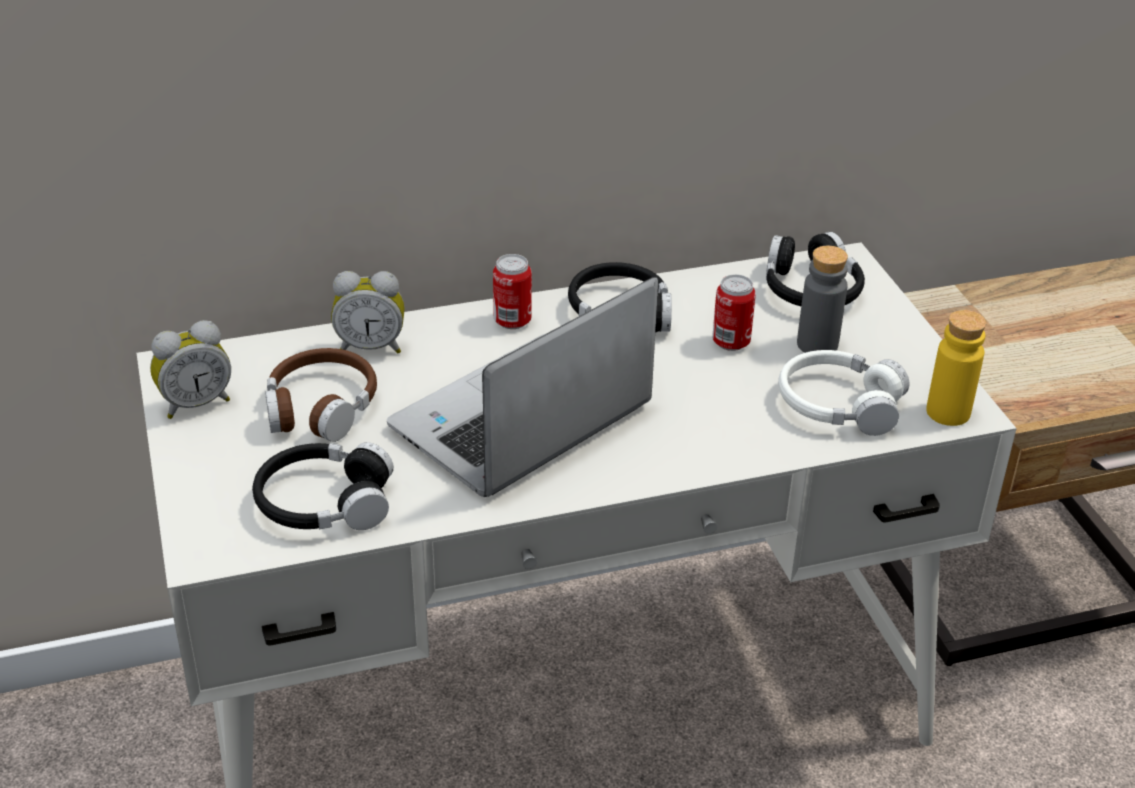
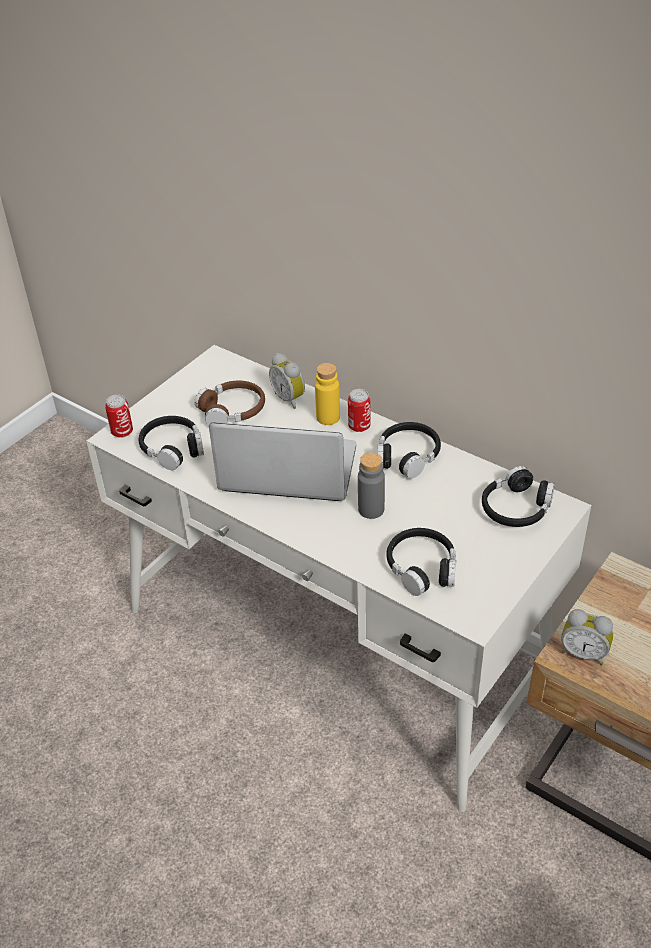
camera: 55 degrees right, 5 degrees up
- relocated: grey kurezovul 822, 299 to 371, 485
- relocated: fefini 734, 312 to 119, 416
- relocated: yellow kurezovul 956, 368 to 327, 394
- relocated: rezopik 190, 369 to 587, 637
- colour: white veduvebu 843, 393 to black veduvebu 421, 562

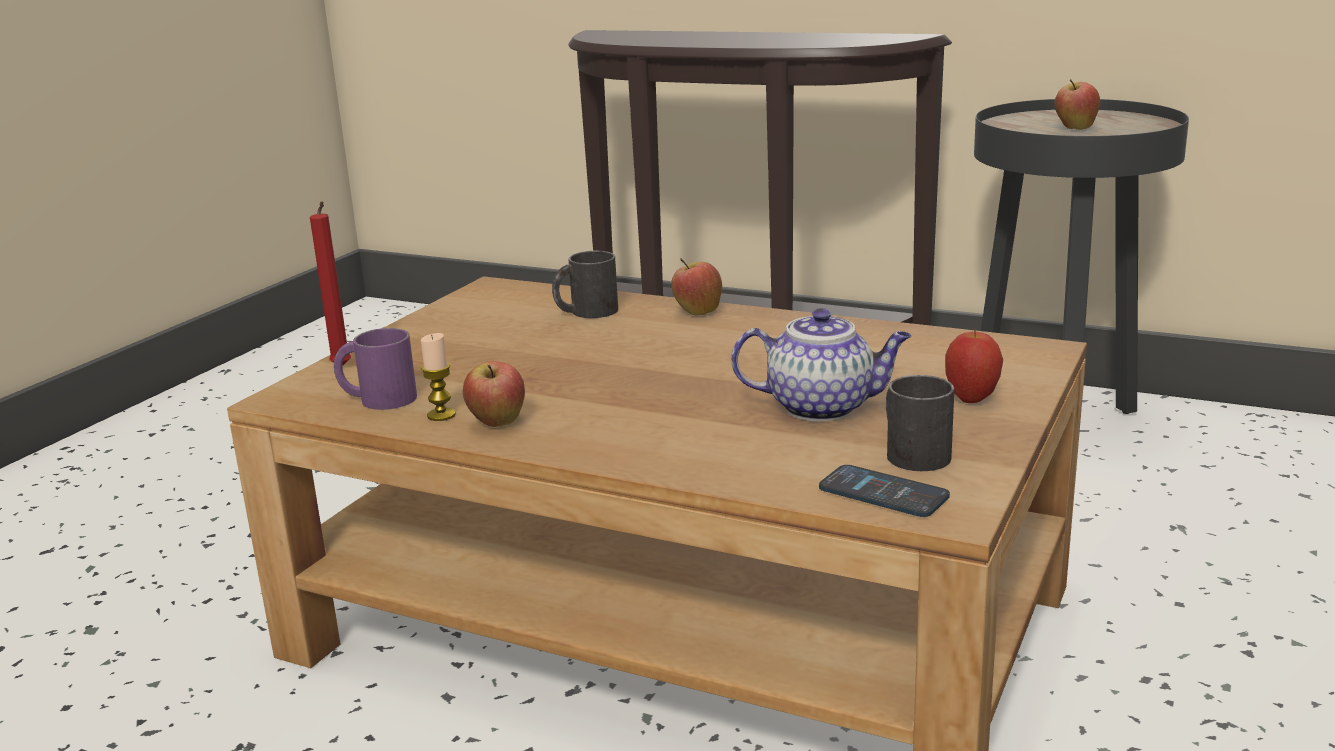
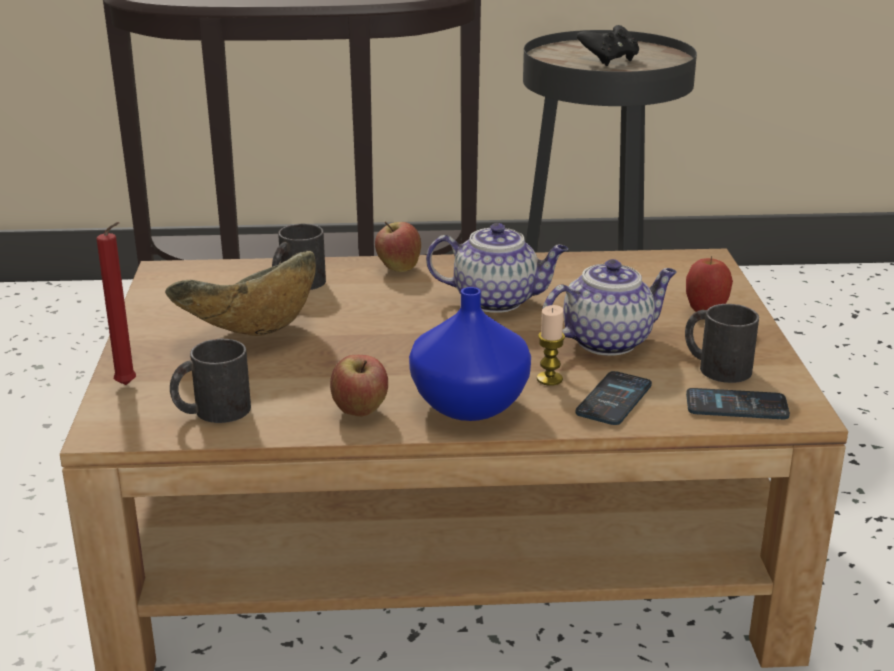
camera: 30 degrees left, 5 degrees up
- exchanged: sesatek 1077, 104 to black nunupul 608, 45
- colour: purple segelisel 375, 369 to black segelisel 210, 381
- relocated: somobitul 438, 377 to 551, 345
- appeared: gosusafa 497, 268
- appeared: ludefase 240, 293
- appeared: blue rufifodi 470, 354
- appeared: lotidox 613, 398

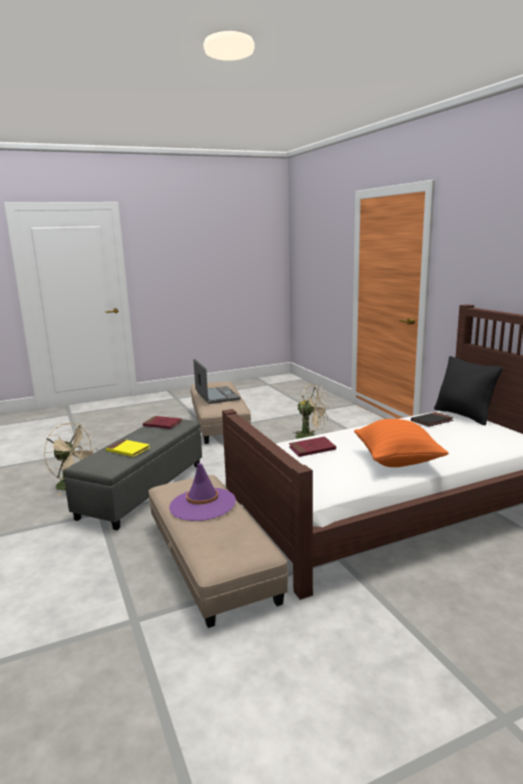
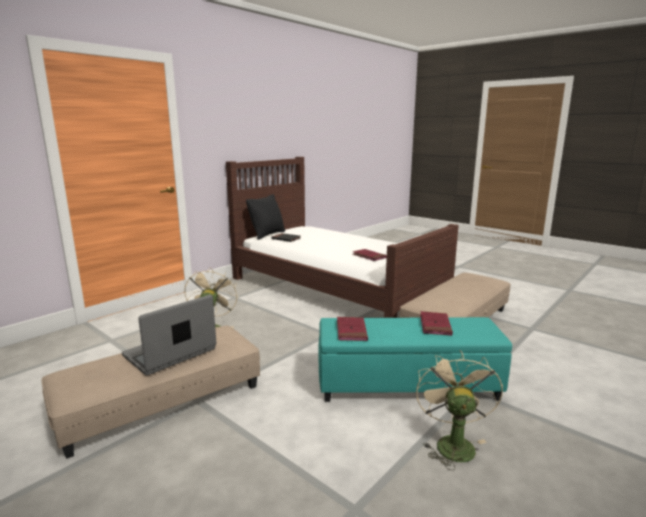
camera: 115 degrees left, 0 degrees up
- colour: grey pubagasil 133, 474 to turquoise pubagasil 415, 359
- missing: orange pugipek 401, 443
- colour: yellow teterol 128, 448 to red teterol 436, 323
- missing: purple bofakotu 202, 492

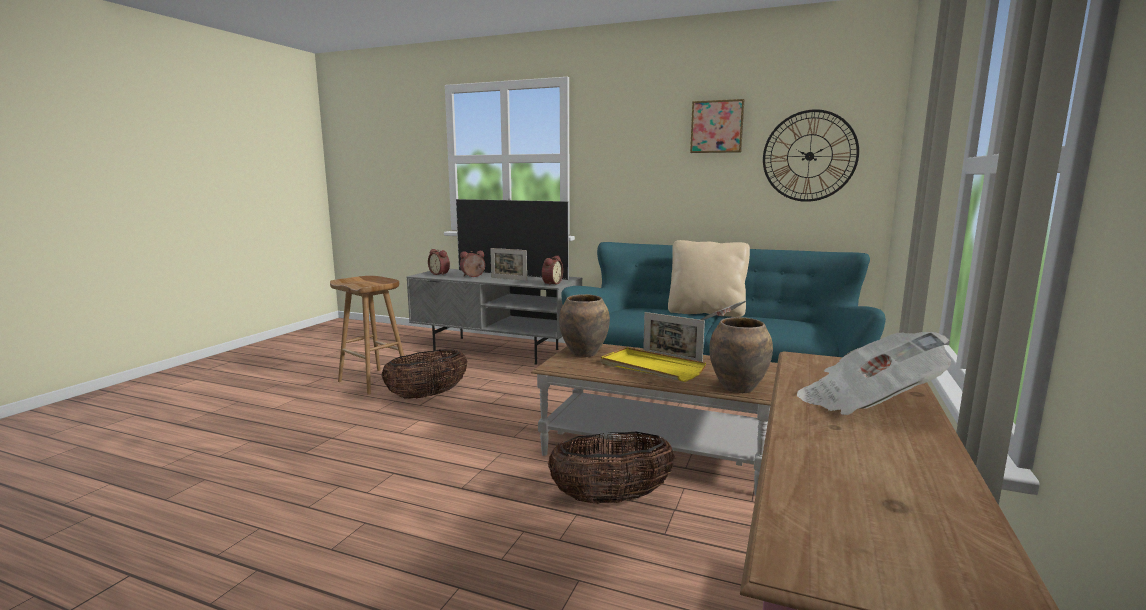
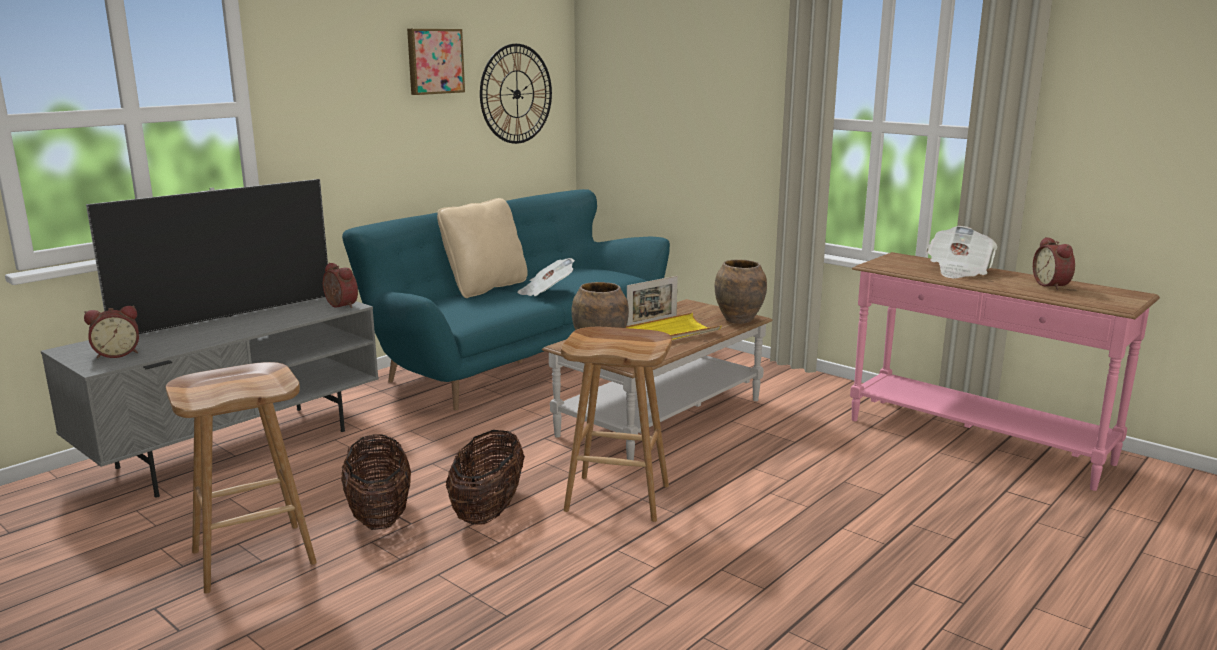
camera: 70 degrees left, 5 degrees up
- missing: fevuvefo 508, 264
- relocated: rezopik 472, 264 to 1054, 263
- relocated: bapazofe 611, 468 to 485, 477
- appeared: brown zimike 616, 424

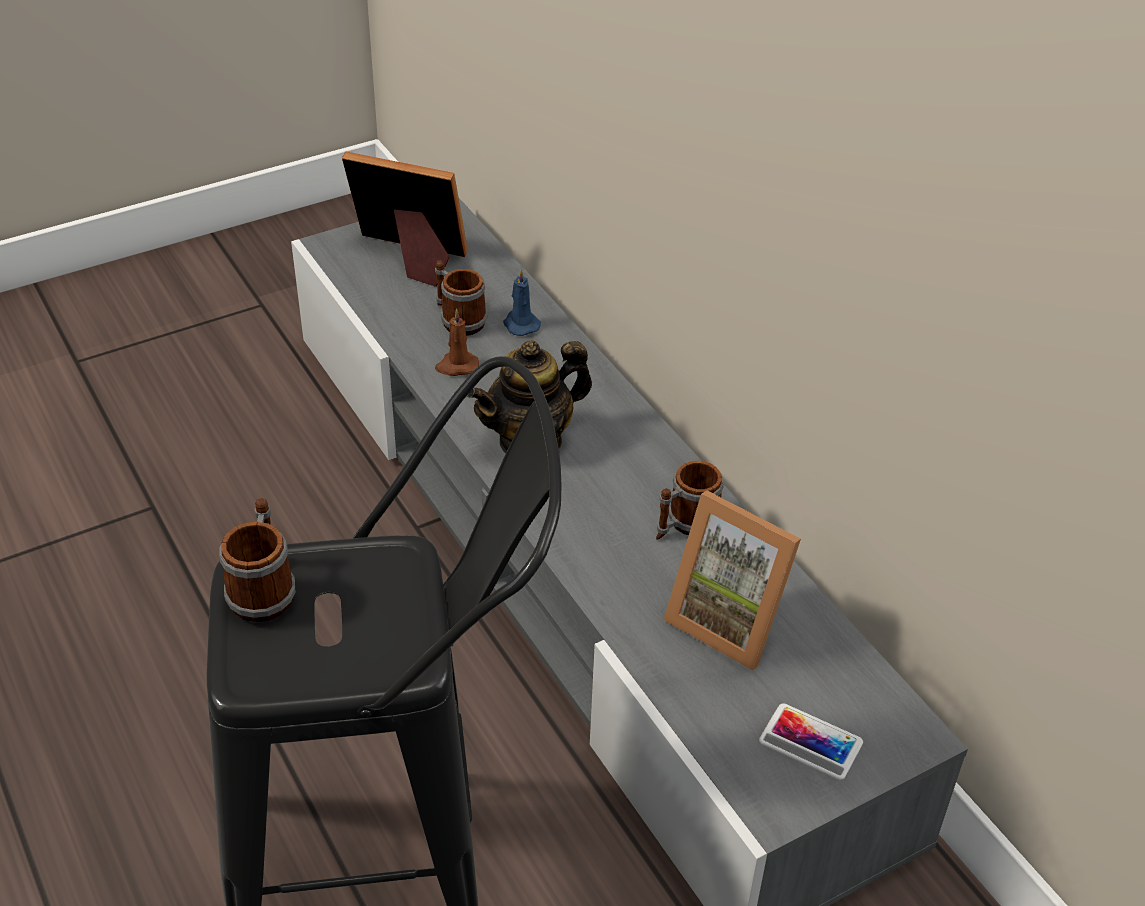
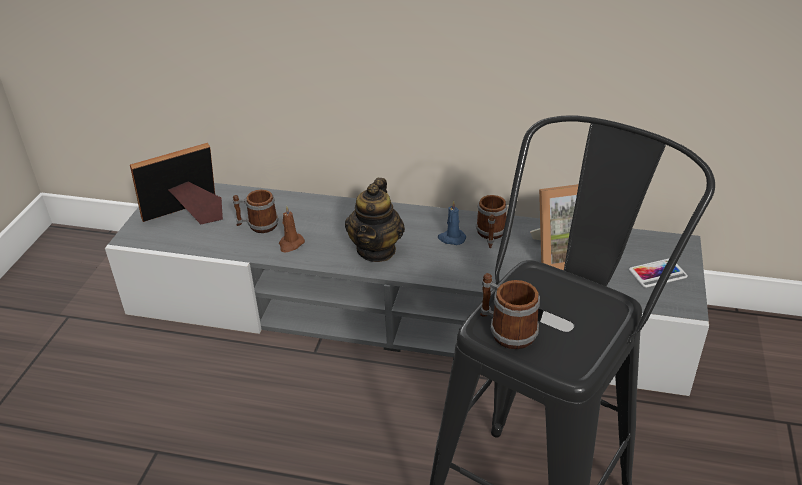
camera: 45 degrees left, 5 degrees down
- relocated: blue somobitul 522, 302 to 452, 222

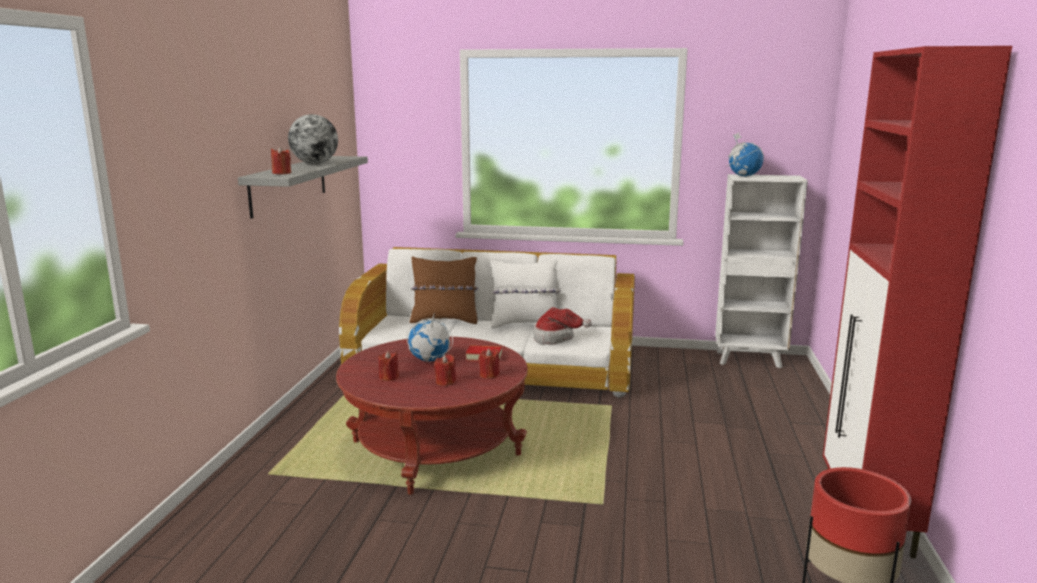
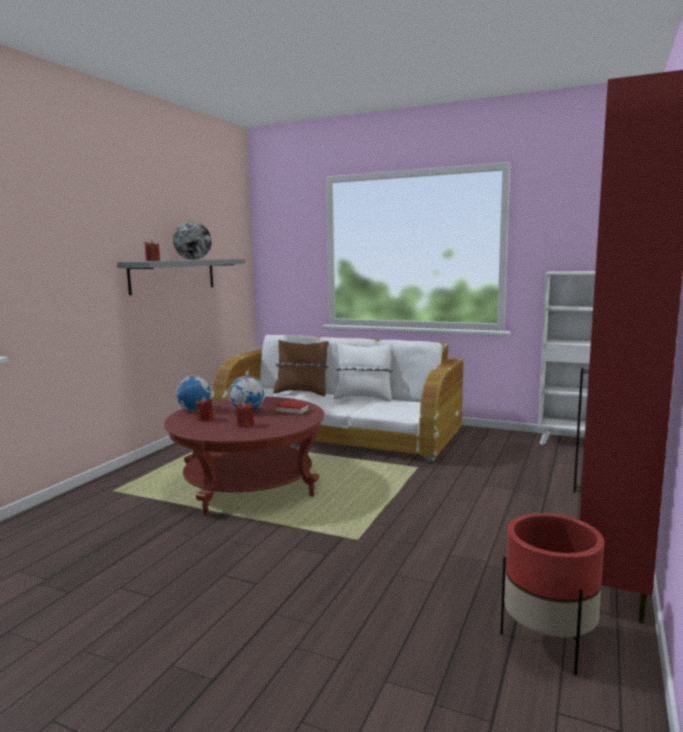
camera: 15 degrees right, 5 degrees down
- relocated: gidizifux 745, 154 to 192, 389
- missing: bofakotu 562, 326
- missing: red somobitul 489, 364

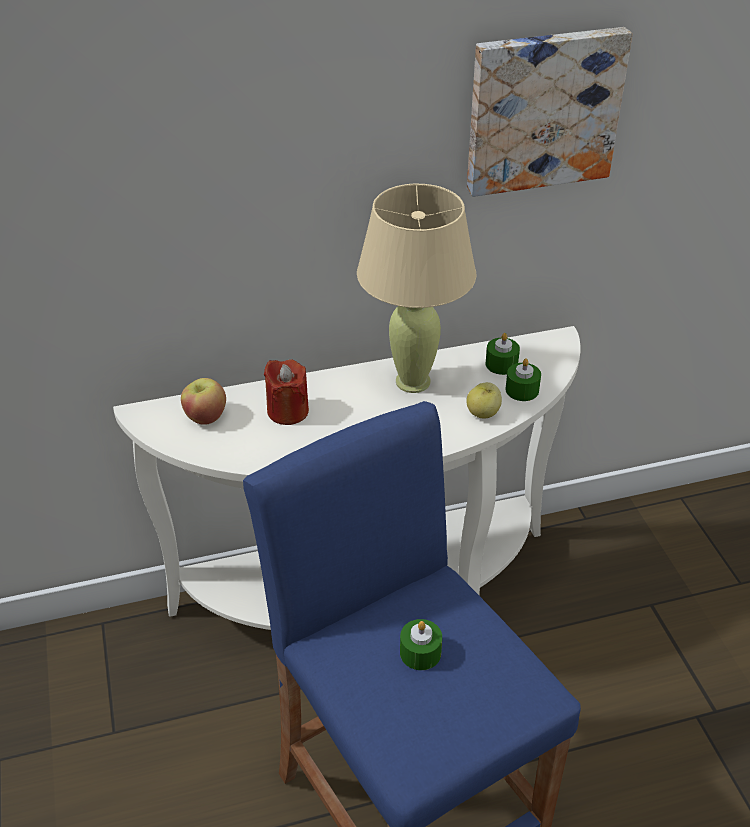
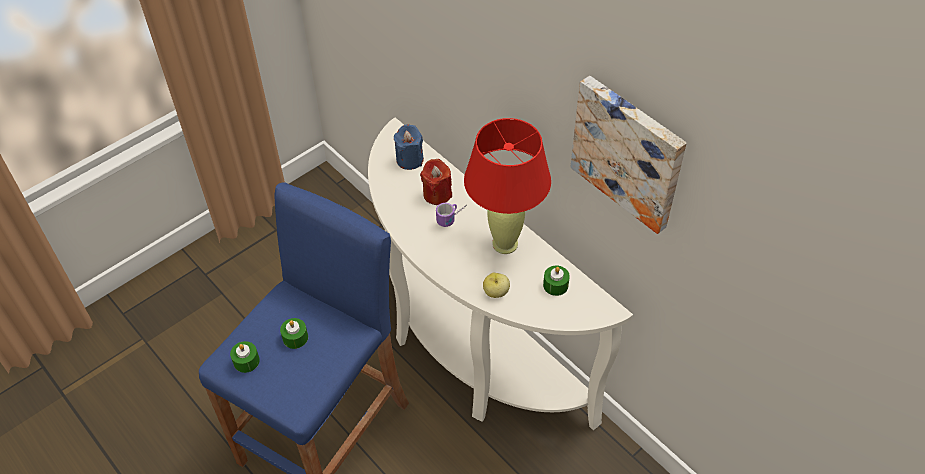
camera: 65 degrees right, 10 degrees up
- colour: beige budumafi 416, 288 to red budumafi 507, 186
- relocated: green somobitul 523, 380 to 245, 357
- exchanged: sesatek 203, 401 to blue somobitul 409, 147
- appeared: segelisel 451, 215

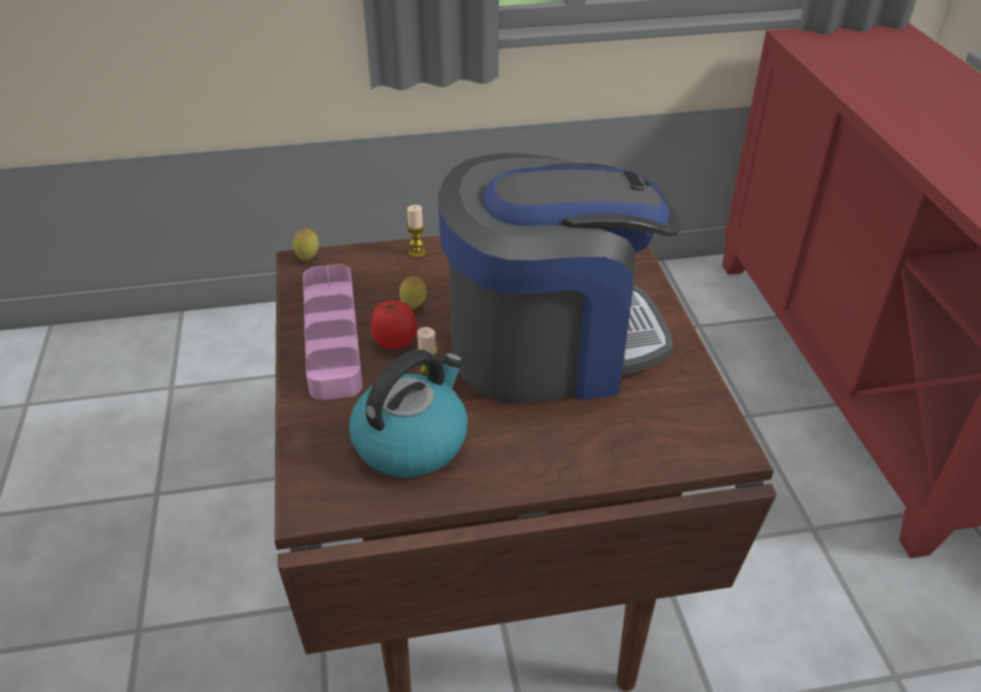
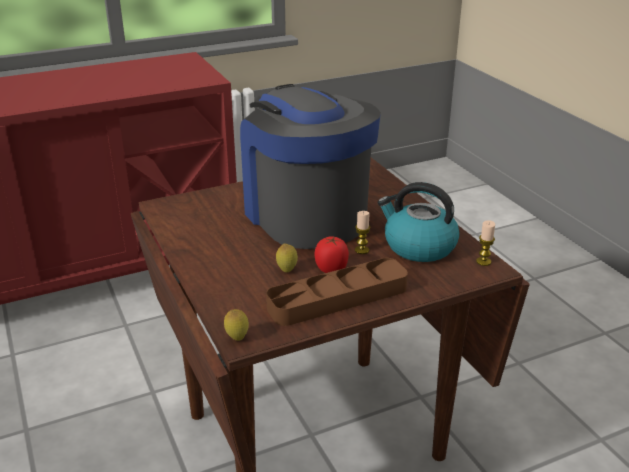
camera: 105 degrees left, 10 degrees down
- relocated: somobitul 416, 231 to 485, 243
- colour: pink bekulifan 333, 332 to brown bekulifan 337, 292

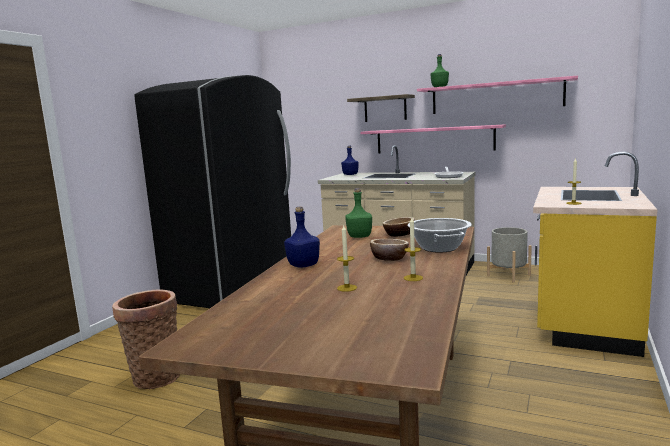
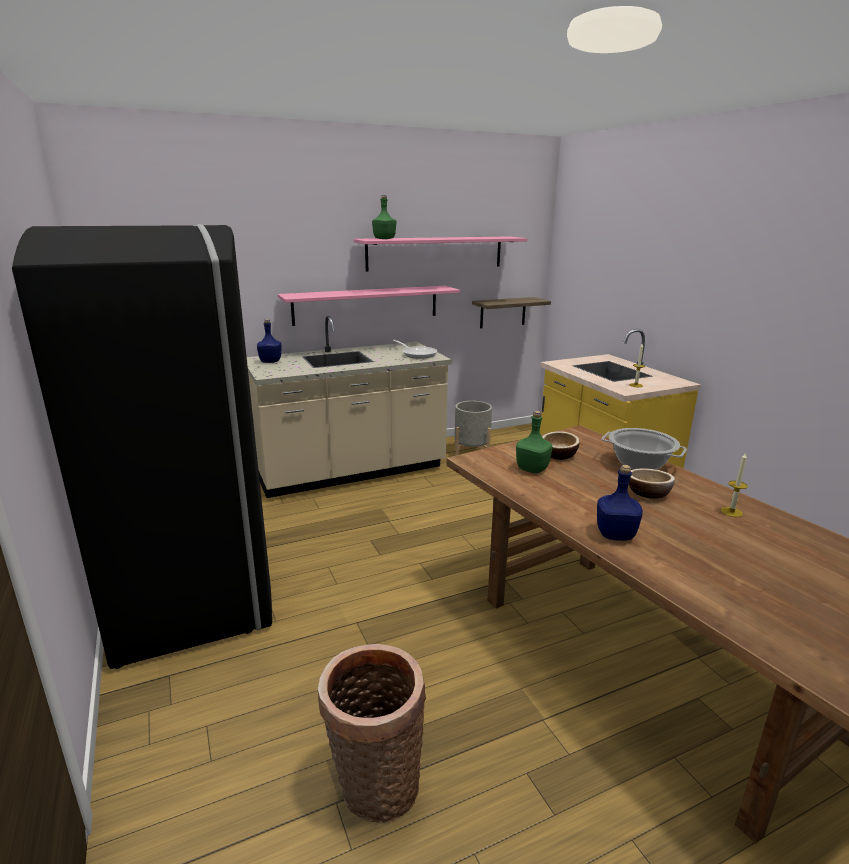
camera: 50 degrees left, 10 degrees up
- relocated: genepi 381, 108 to 511, 312
- missing: somobitul 347, 258

